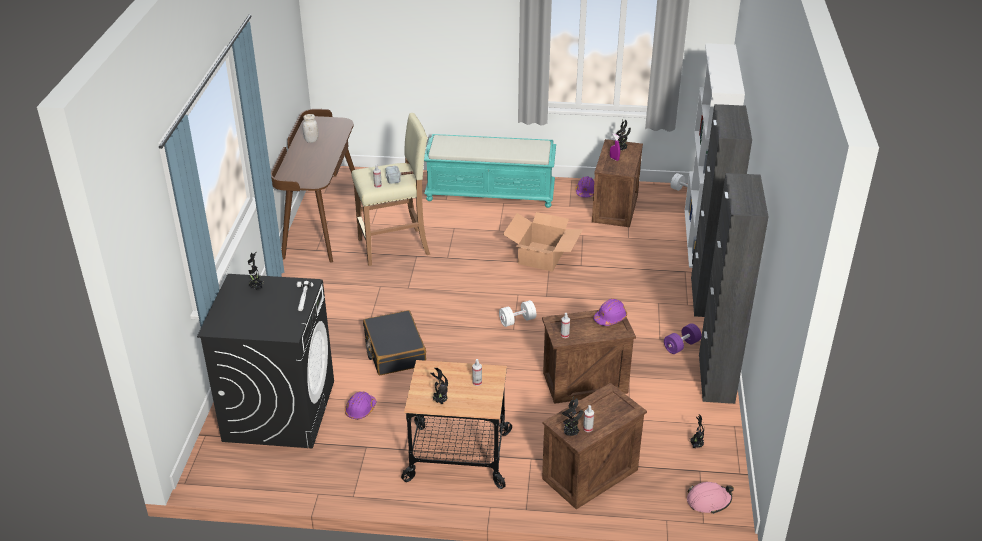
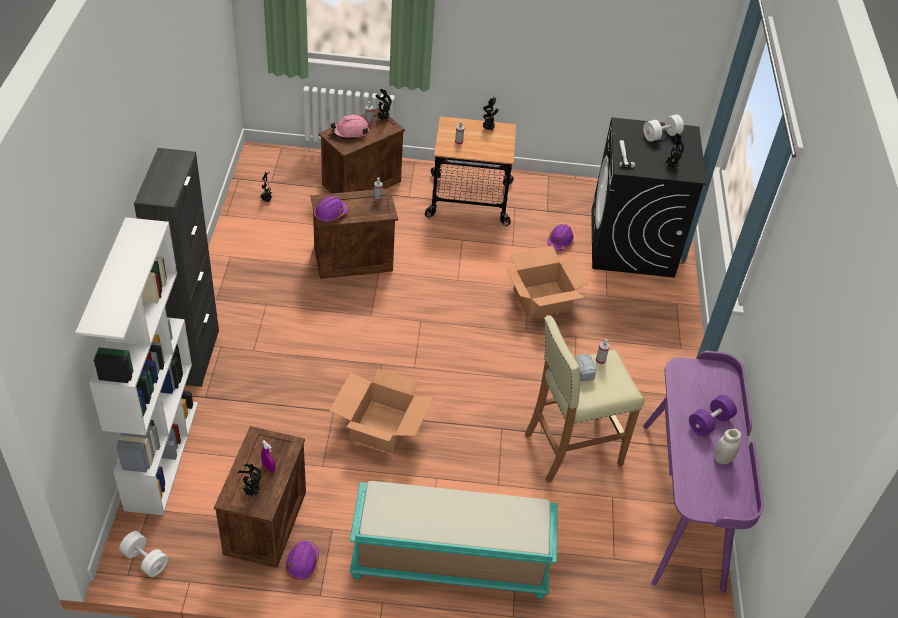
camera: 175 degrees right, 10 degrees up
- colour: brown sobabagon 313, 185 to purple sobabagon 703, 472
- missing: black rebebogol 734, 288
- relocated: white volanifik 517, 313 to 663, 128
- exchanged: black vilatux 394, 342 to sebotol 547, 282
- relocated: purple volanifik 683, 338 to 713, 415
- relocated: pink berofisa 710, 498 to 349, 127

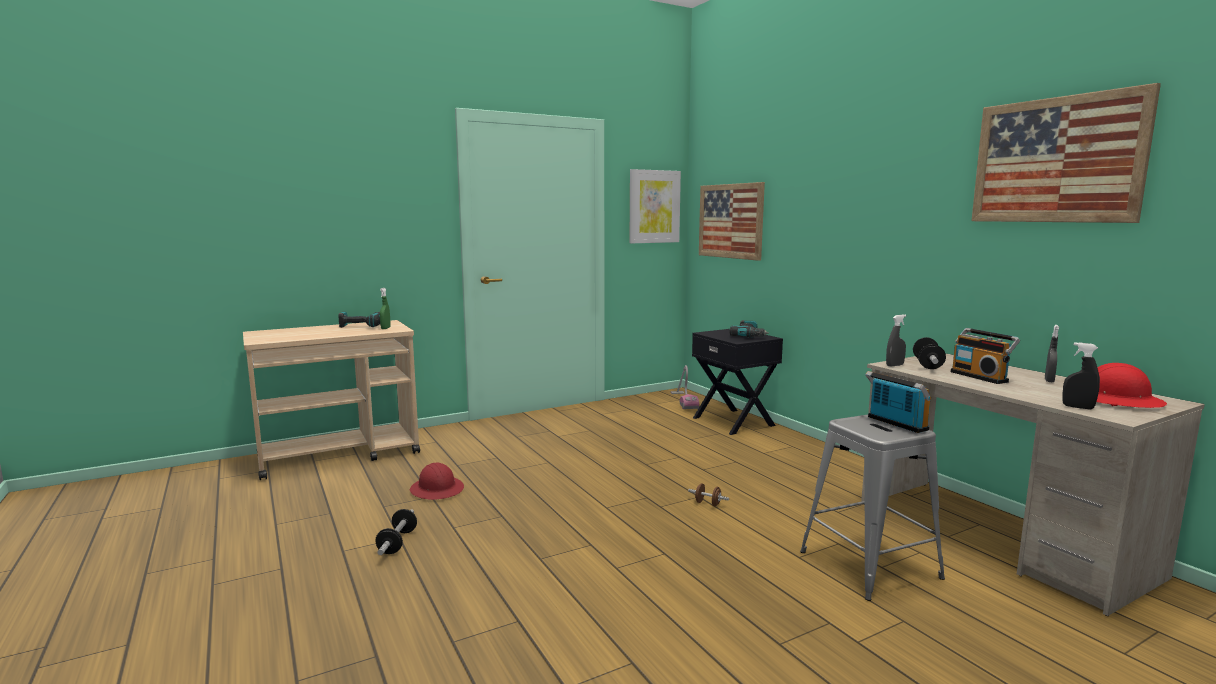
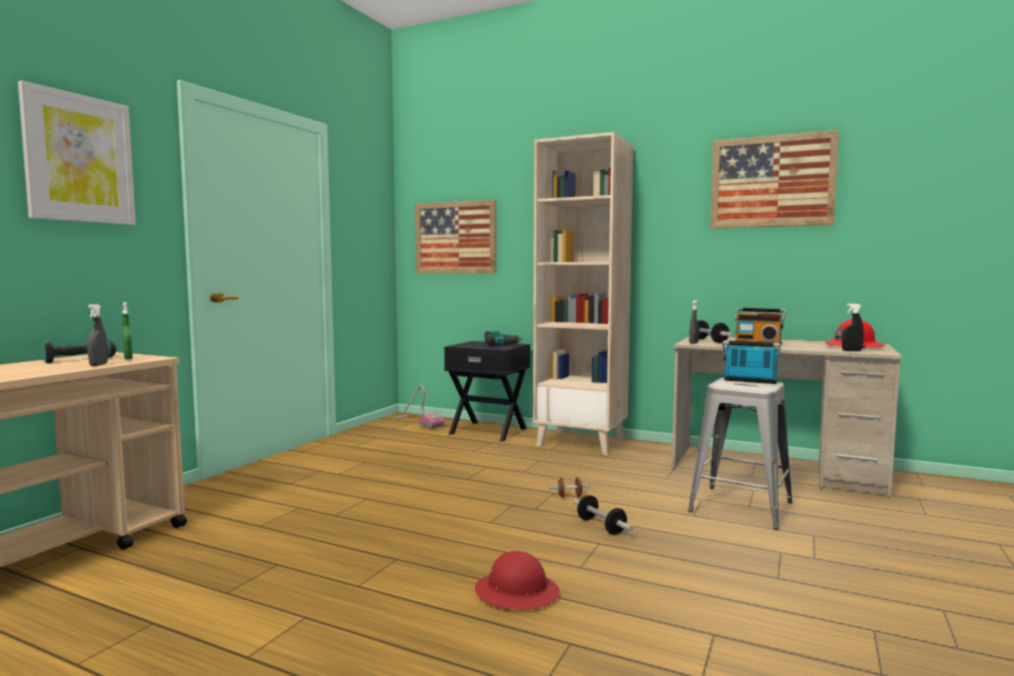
camera: 35 degrees left, 5 degrees down
- relocated: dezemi 655, 206 to 77, 153
- relocated: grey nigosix 1052, 353 to 97, 335
- relocated: red berofisa 437, 481 to 517, 580
- relocated: volanifik 396, 532 to 603, 515
- appeared: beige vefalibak 583, 294

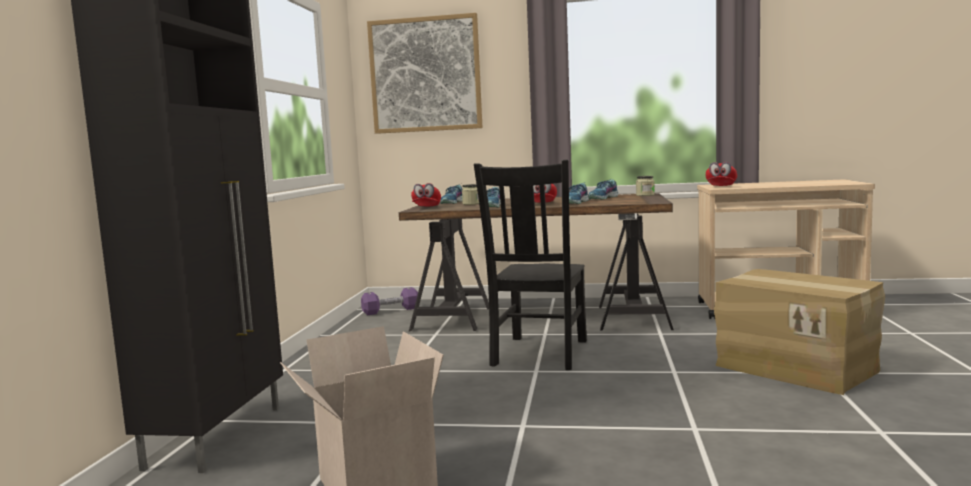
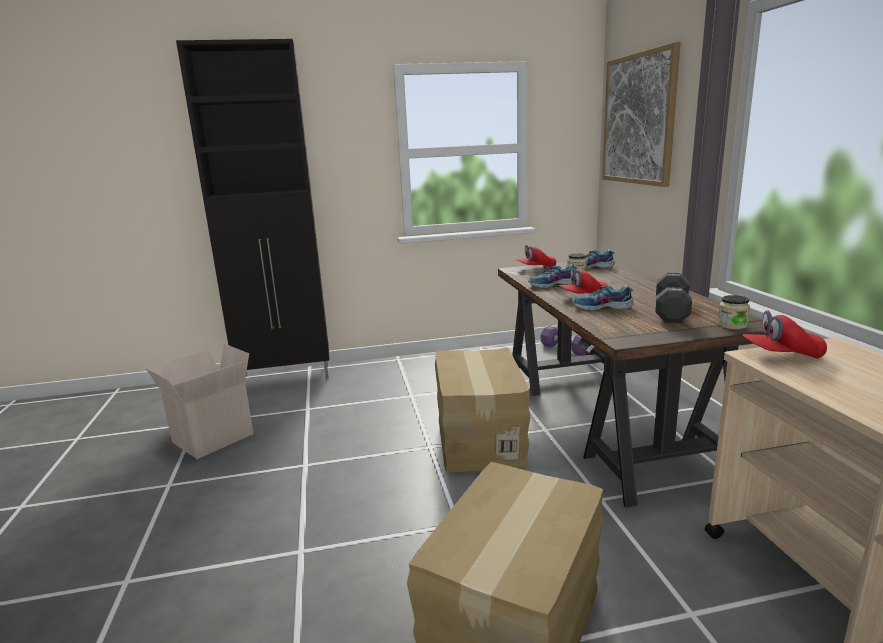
camera: 70 degrees right, 10 degrees up
- exchanged: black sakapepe 530, 265 to sebotol 482, 409
- exchanged: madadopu 603, 189 to black volanifik 673, 298

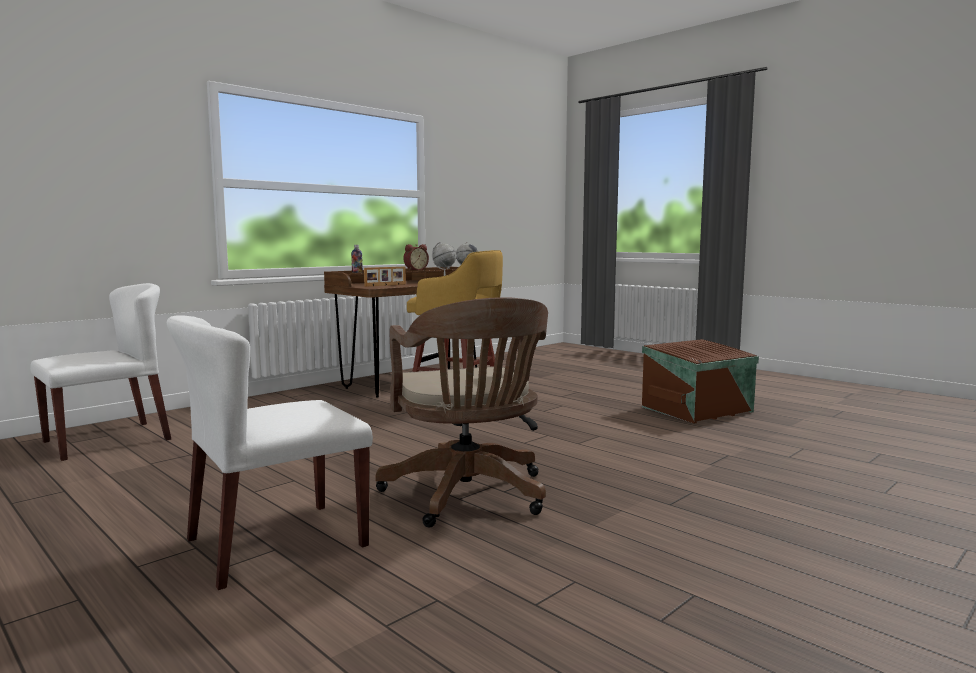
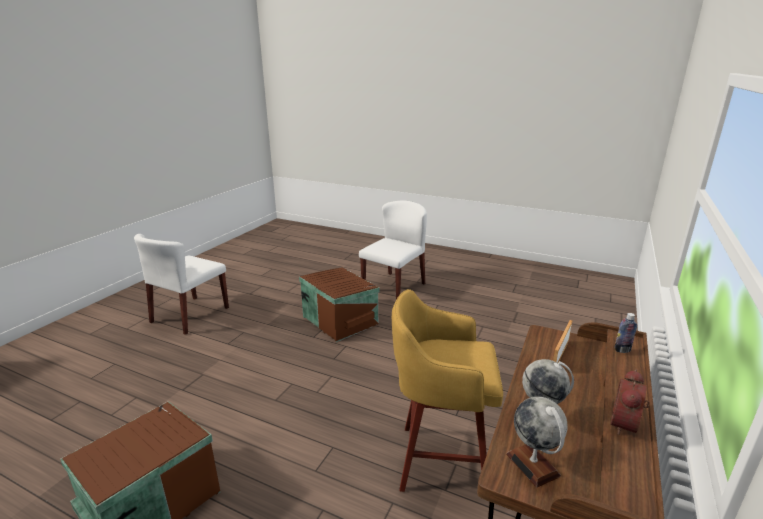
camera: 160 degrees right, 15 degrees up
- relocated: white sakapepe 100, 372 to 181, 284
- exchanged: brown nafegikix 461, 412 to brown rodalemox 339, 304

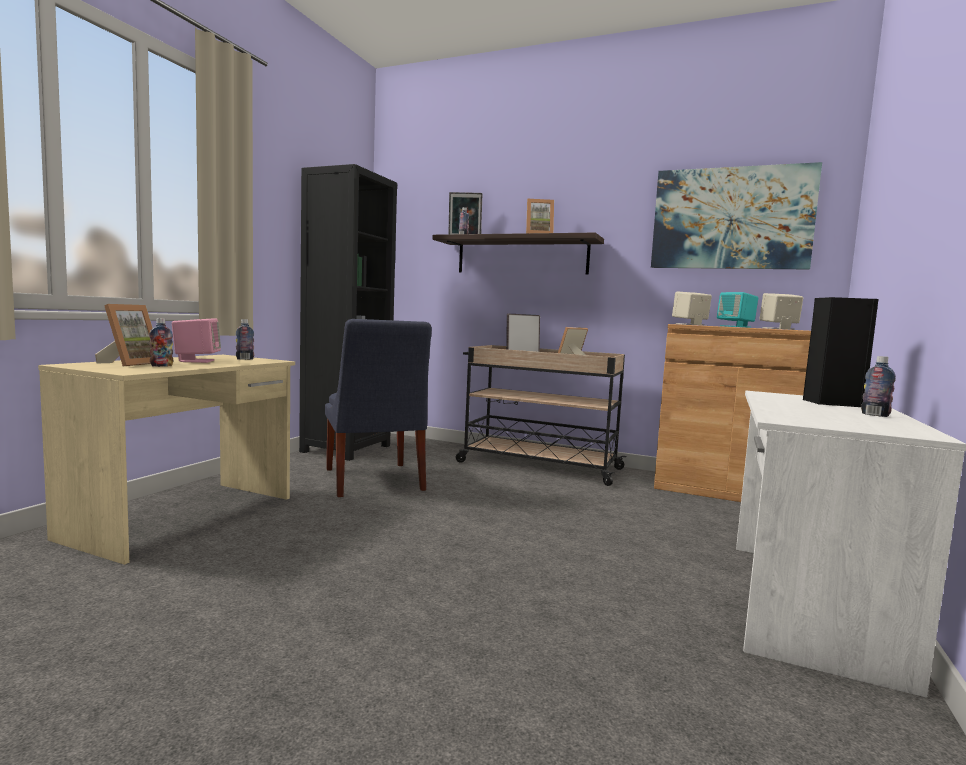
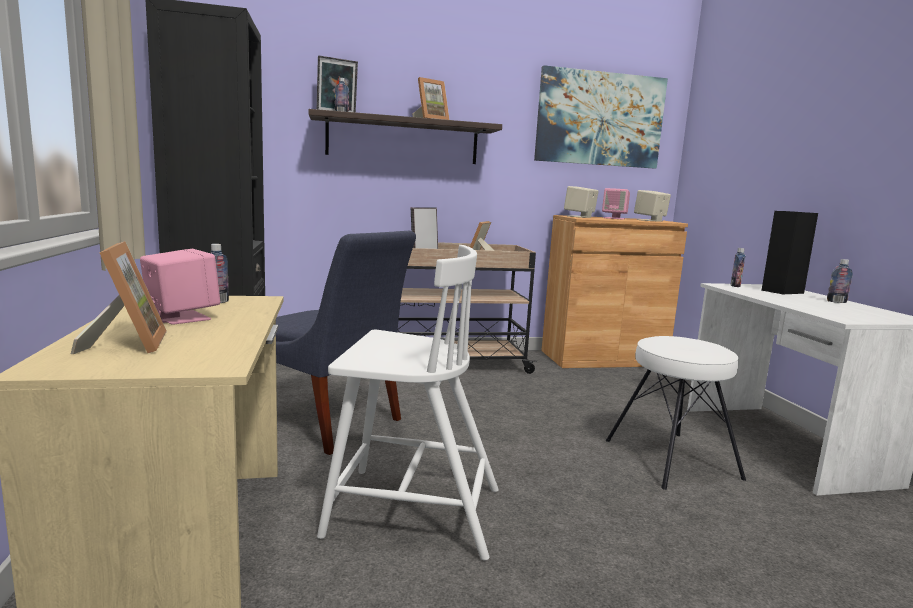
camera: 35 degrees left, 5 degrees up
- colour: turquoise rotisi 737, 310 to pink rotisi 616, 203
- relocated: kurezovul 161, 342 to 738, 267
- appeared: white sakapepe 408, 403
- appeared: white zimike 676, 413

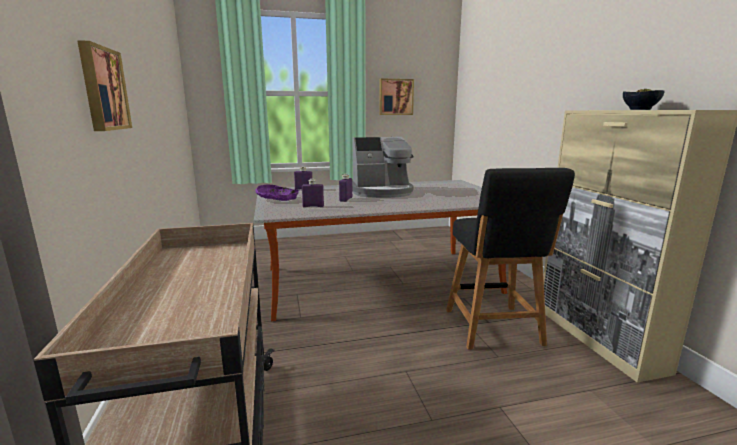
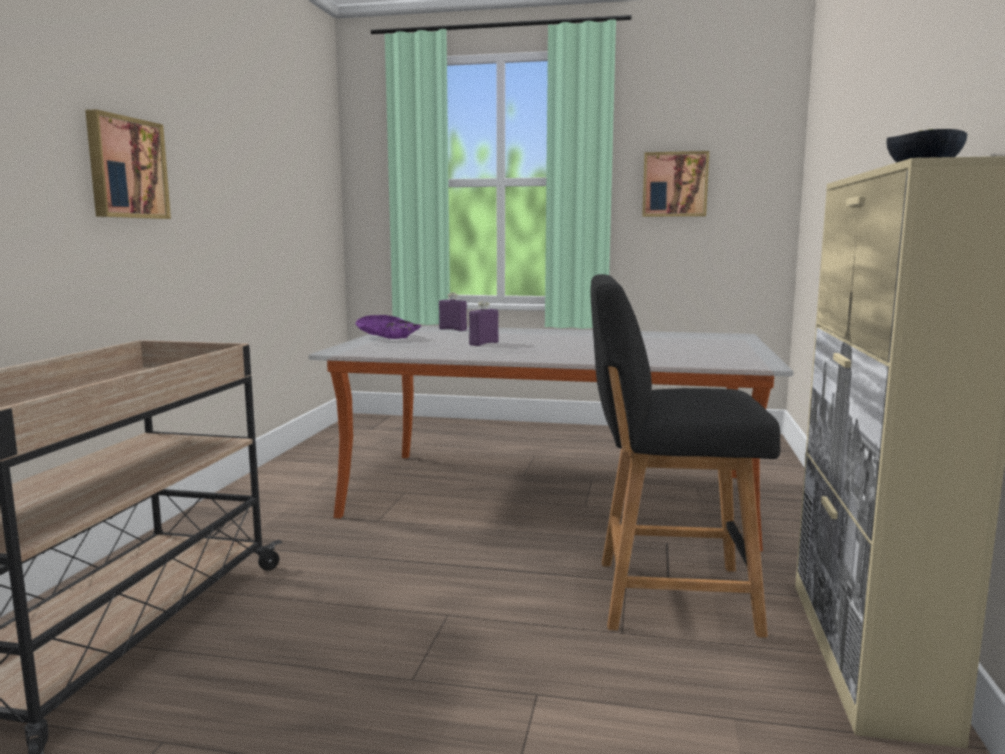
camera: 25 degrees right, 5 degrees down
- missing: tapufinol 382, 167
- spun: black sakapepe 510, 259 = 685, 456 75 degrees clockwise
- missing: purple kurezovul 313, 193

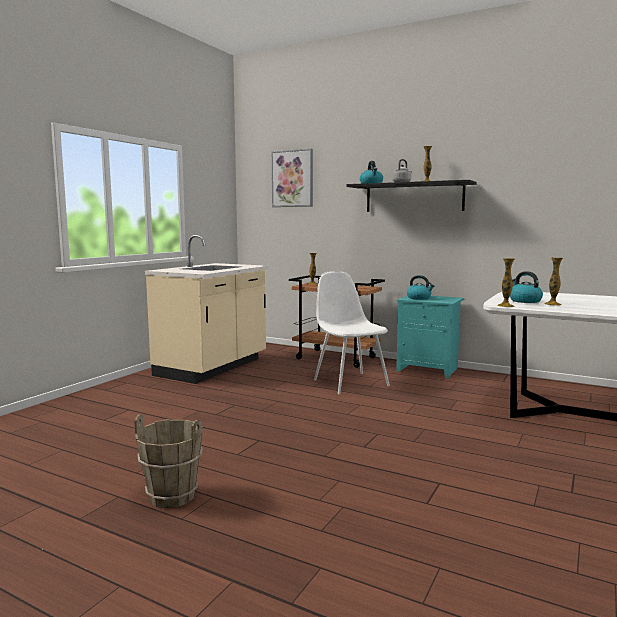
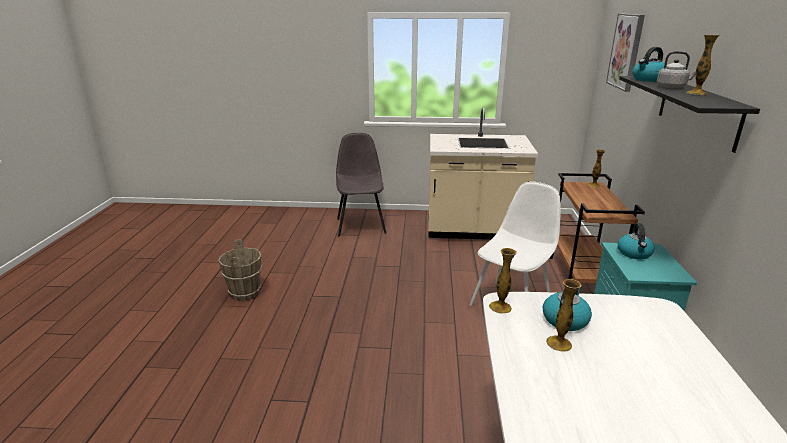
camera: 65 degrees right, 15 degrees up
- appeared: grey sakapepe 361, 184

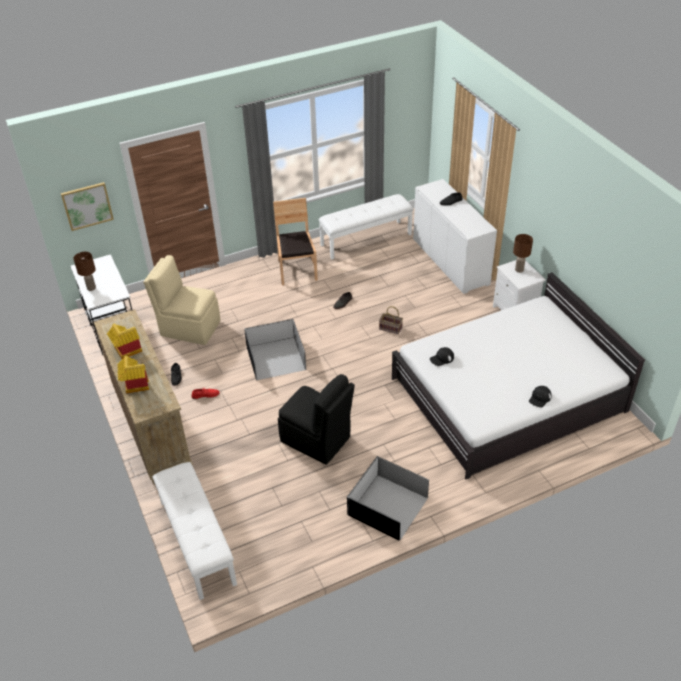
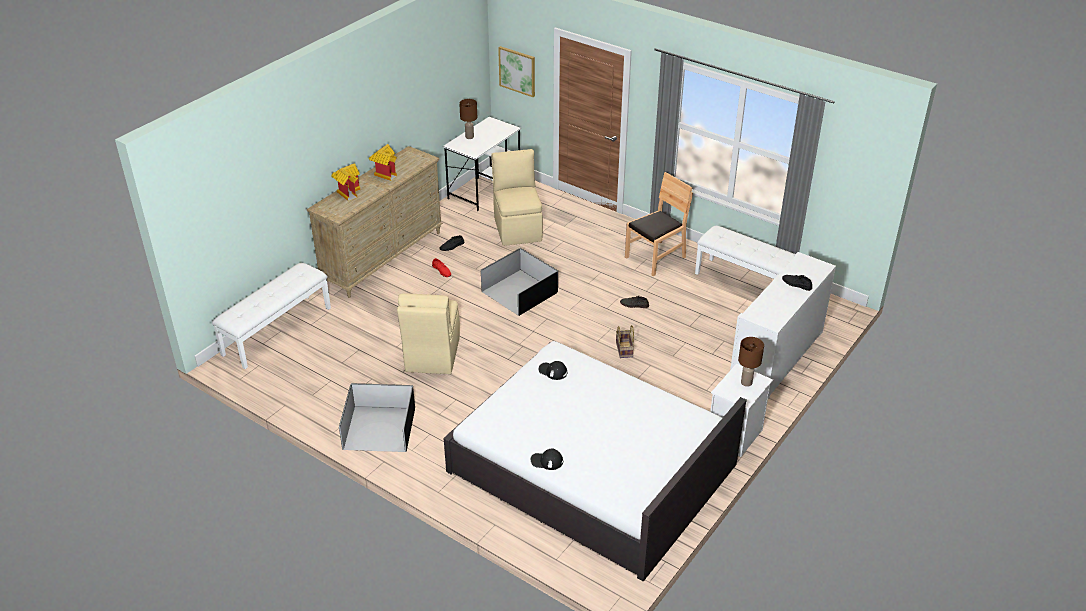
camera: 60 degrees right, 5 degrees down
- colour: black sakapepe 316, 419 to beige sakapepe 428, 334

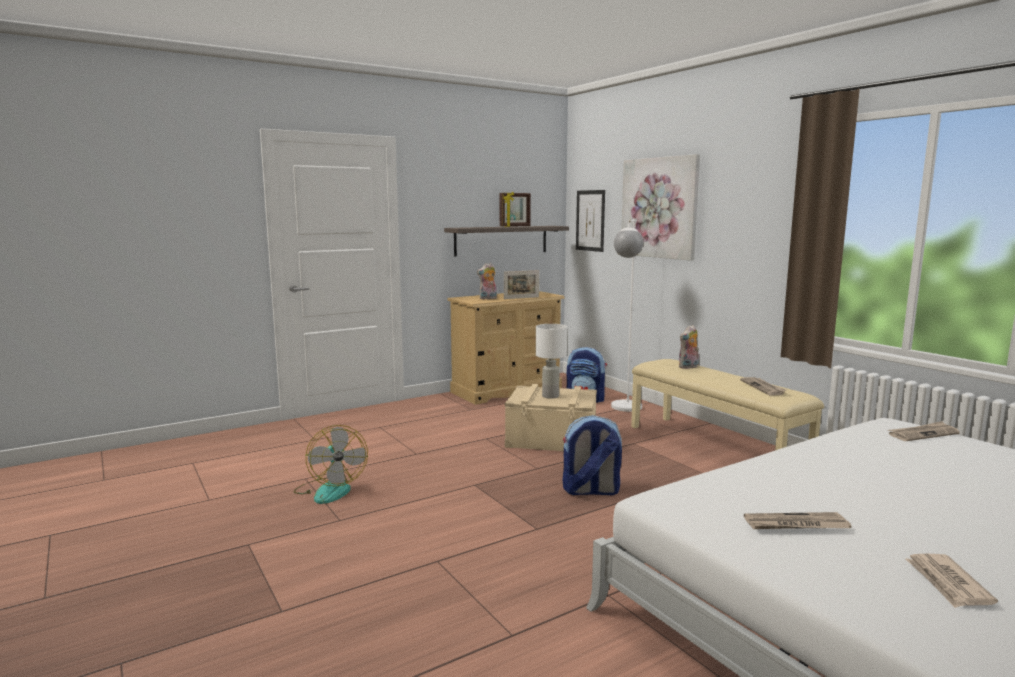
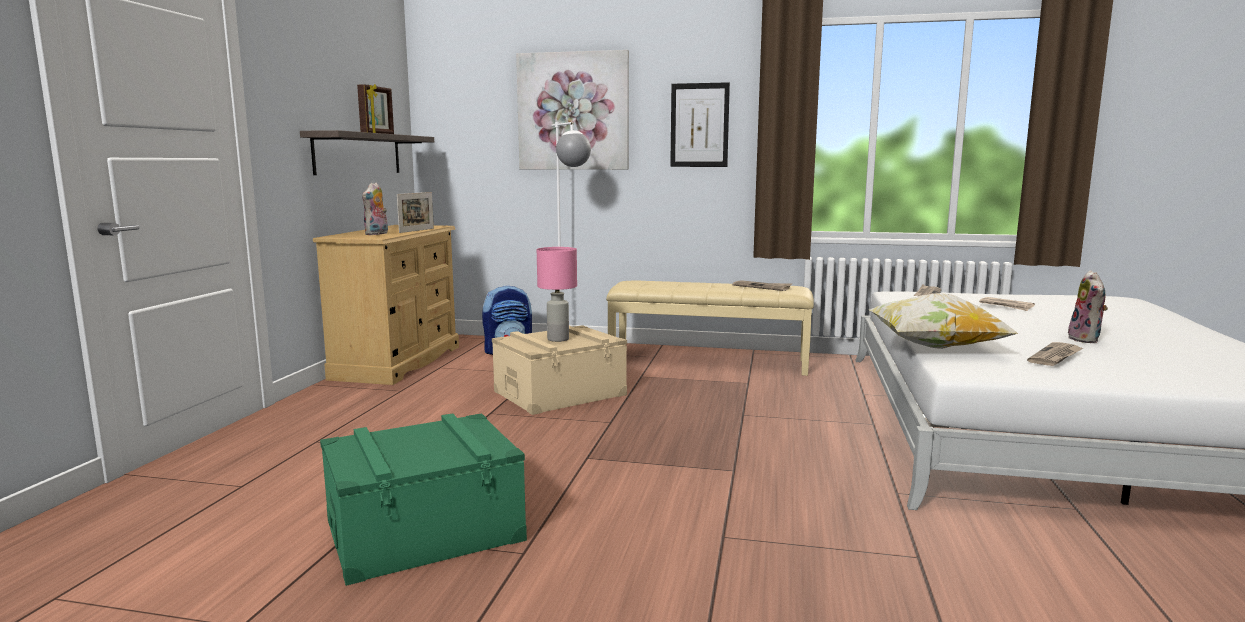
camera: 45 degrees left, 0 degrees up
- relocated: dezemi 590, 221 to 700, 124
- colour: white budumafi 551, 361 to pink budumafi 557, 294
- relocated: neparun 688, 347 to 1088, 306
- missing: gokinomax 592, 455
- exchanged: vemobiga 331, 464 to green rodalemox 423, 499
- relocated: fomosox 952, 581 to 1007, 304
- appeared: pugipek 943, 321

